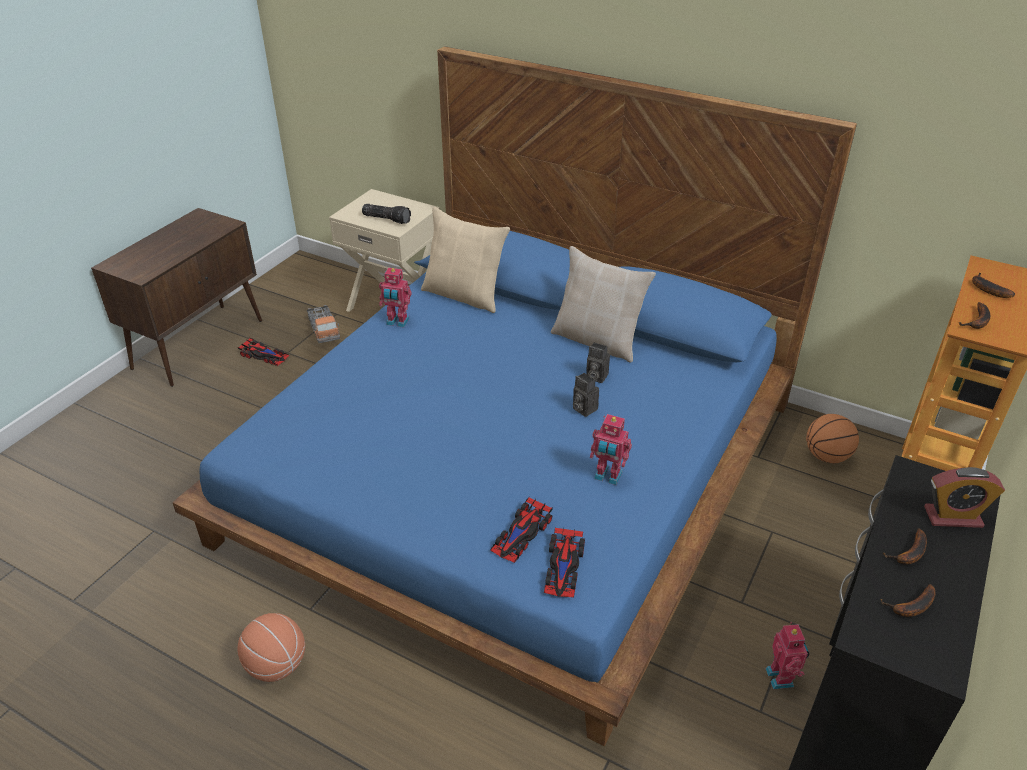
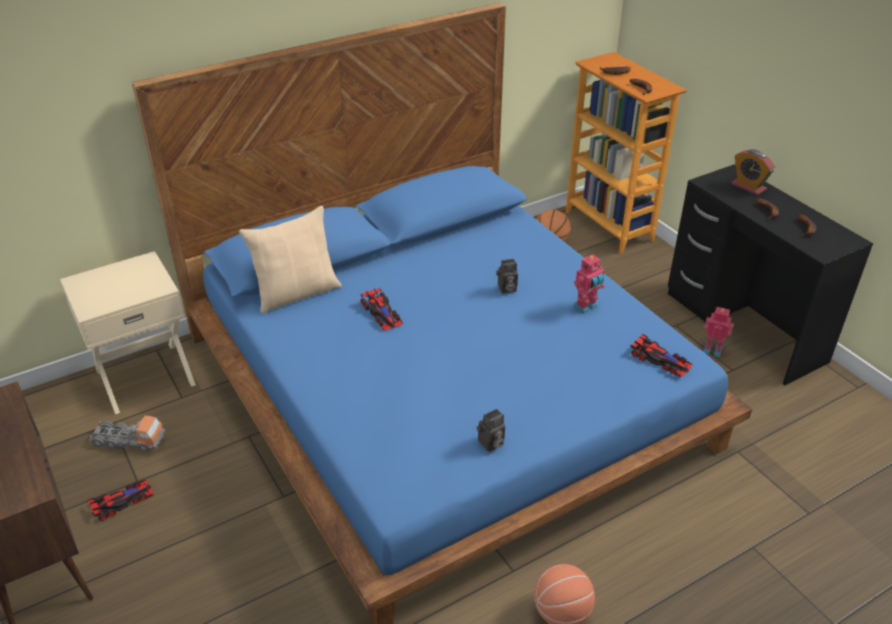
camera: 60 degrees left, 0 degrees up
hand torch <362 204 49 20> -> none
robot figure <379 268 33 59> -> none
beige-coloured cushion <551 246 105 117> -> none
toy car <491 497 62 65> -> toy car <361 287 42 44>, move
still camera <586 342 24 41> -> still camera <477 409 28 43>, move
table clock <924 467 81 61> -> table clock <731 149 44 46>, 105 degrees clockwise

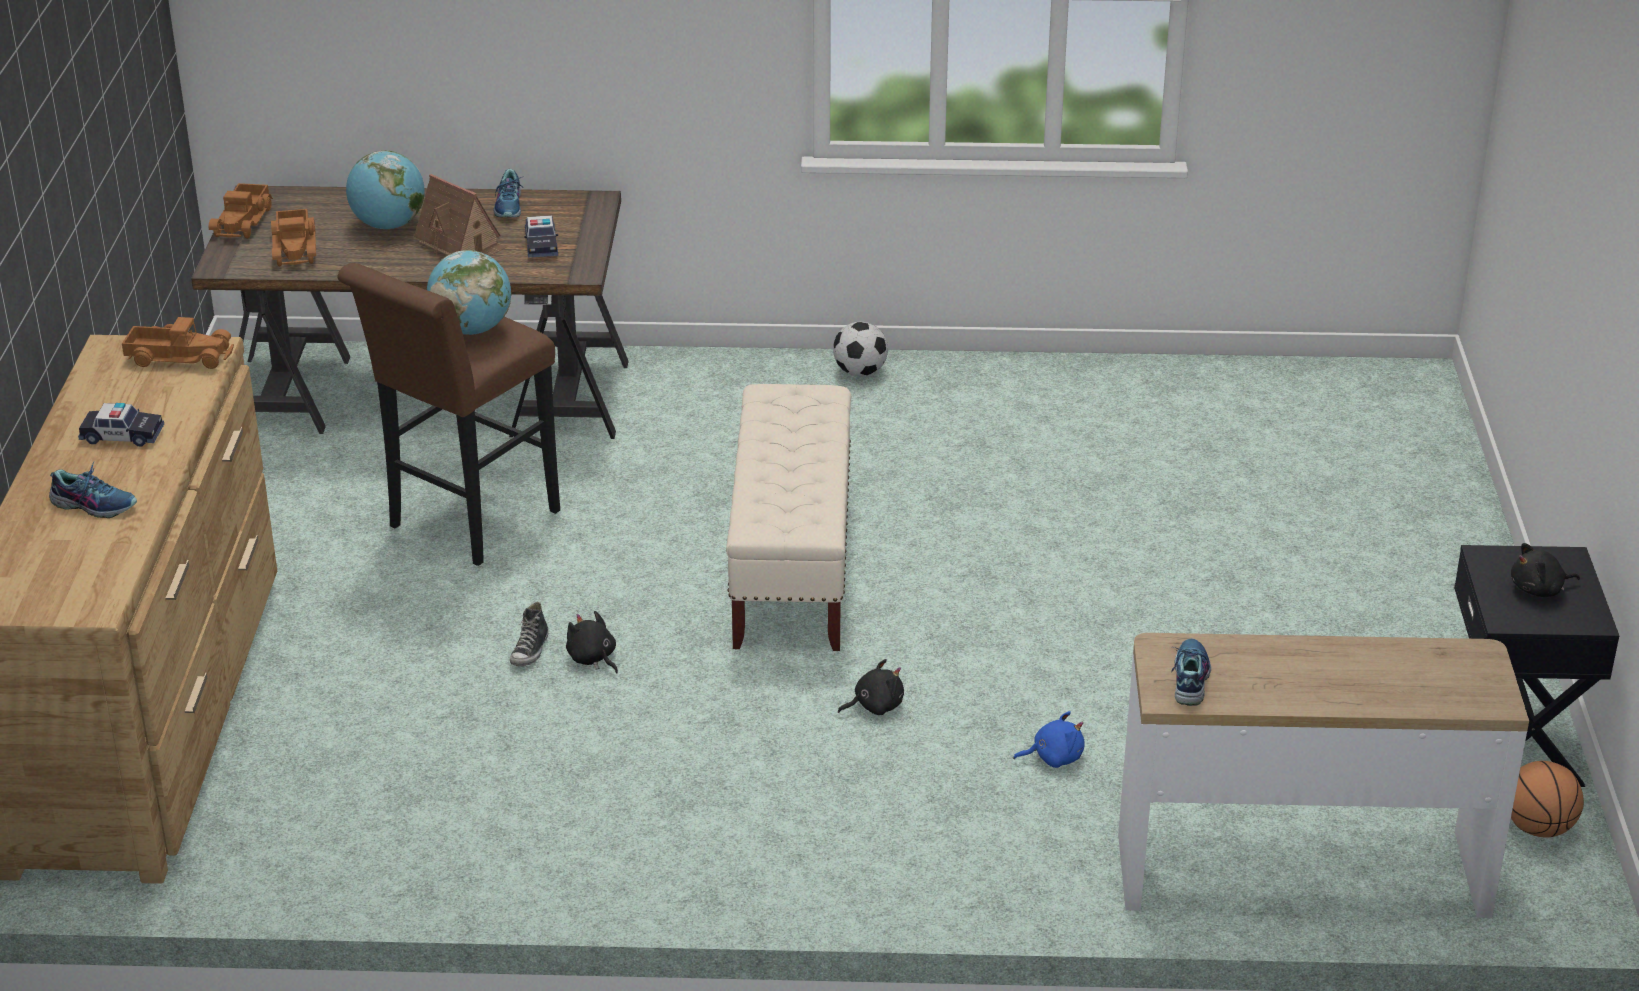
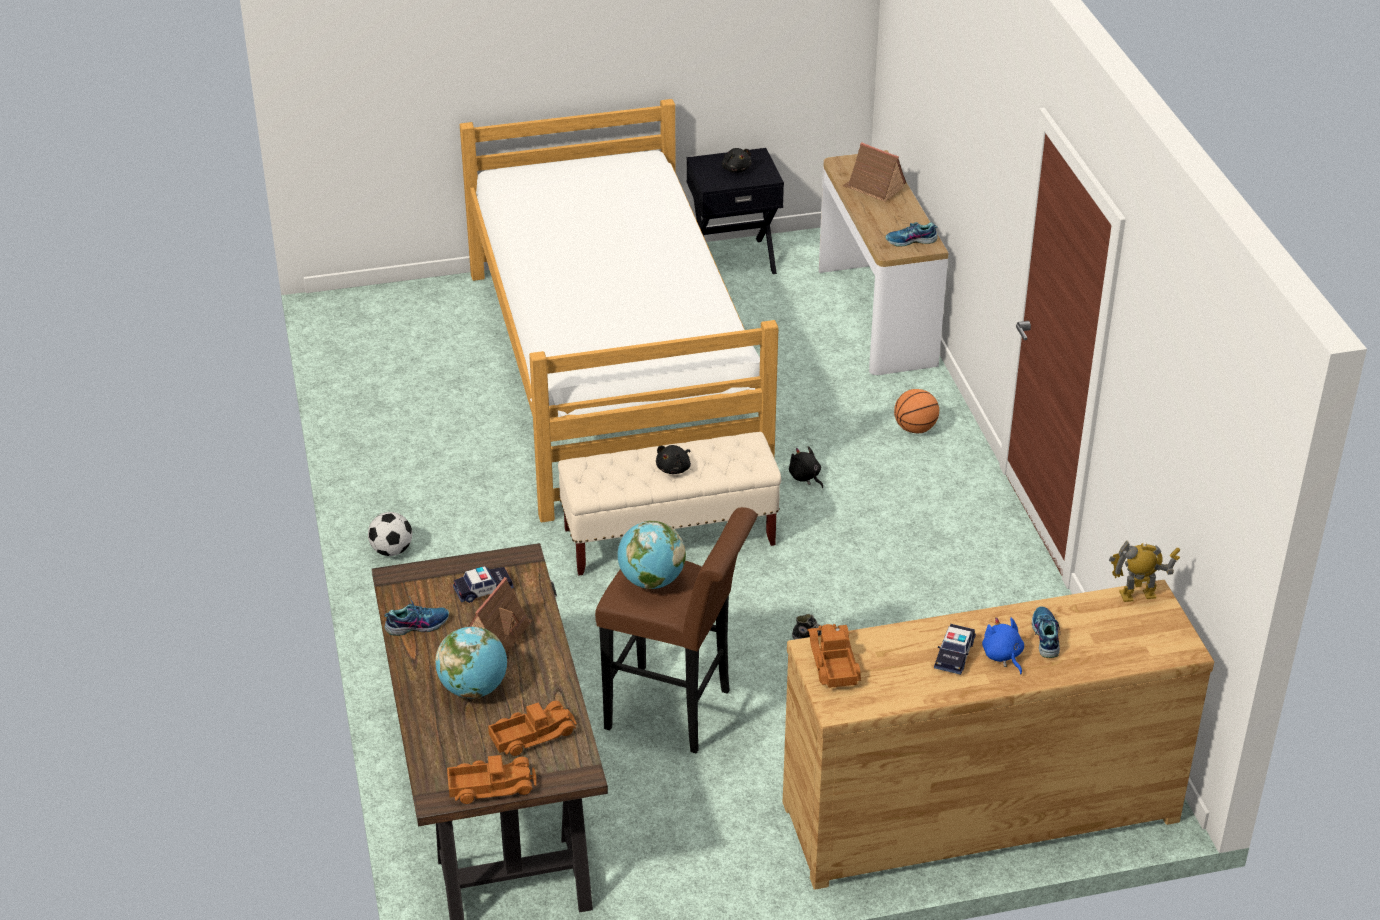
camera: 105 degrees left, 5 degrees up
none -> bedroom bed <460 99 318 424>
none -> toy house <843 142 63 60>
none -> robot figure <1109 540 71 62>
black plush toy <566 611 52 63> -> black plush toy <656 445 35 29>, move
blue-coloured plush toy <1013 711 72 57> -> blue-coloured plush toy <982 617 42 57>, move
ball for basketball <1511 761 73 77> -> ball for basketball <894 389 45 44>, move
toy car <78 403 86 43> -> toy car <934 624 42 51>, 150 degrees counterclockwise

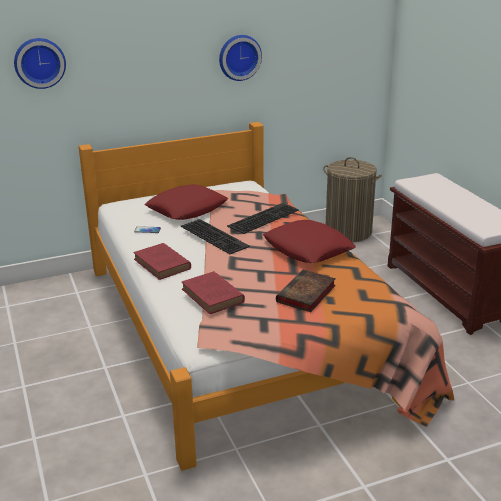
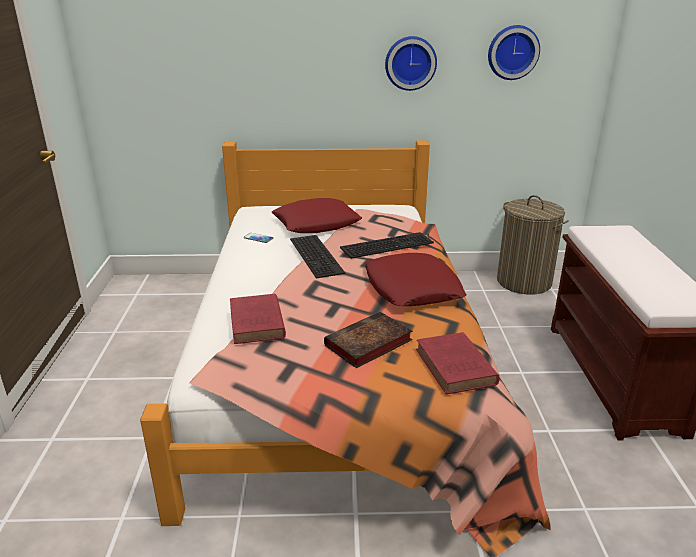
camera: 20 degrees right, 0 degrees up
wall clock <14 38 52 51> -> wall clock <488 25 52 55>, move
red-coloured book <133 243 58 37> -> red-coloured book <416 332 84 62>, move

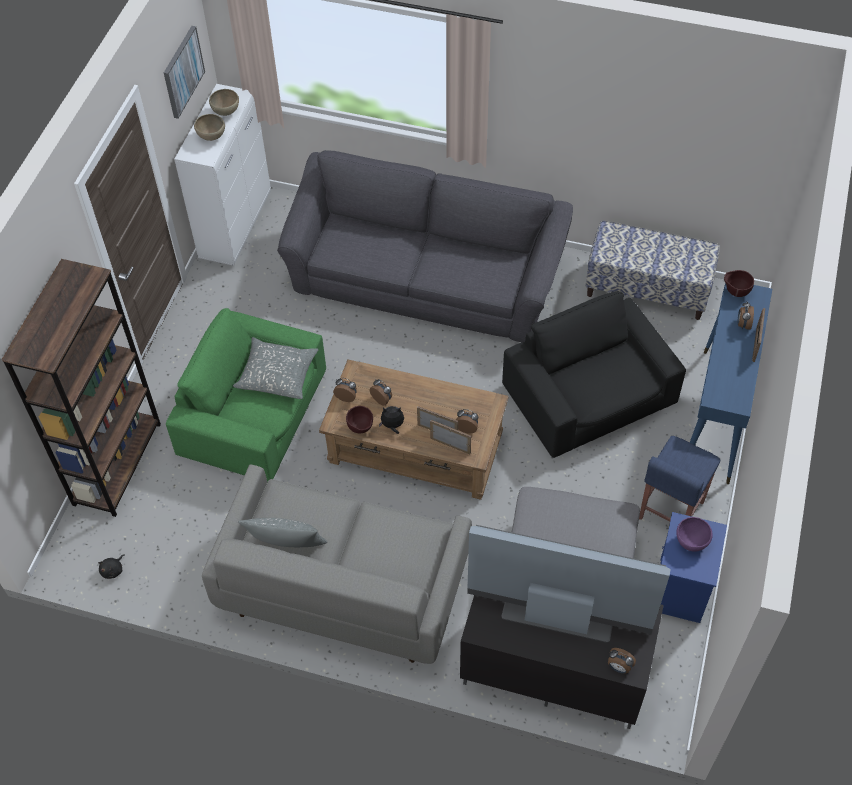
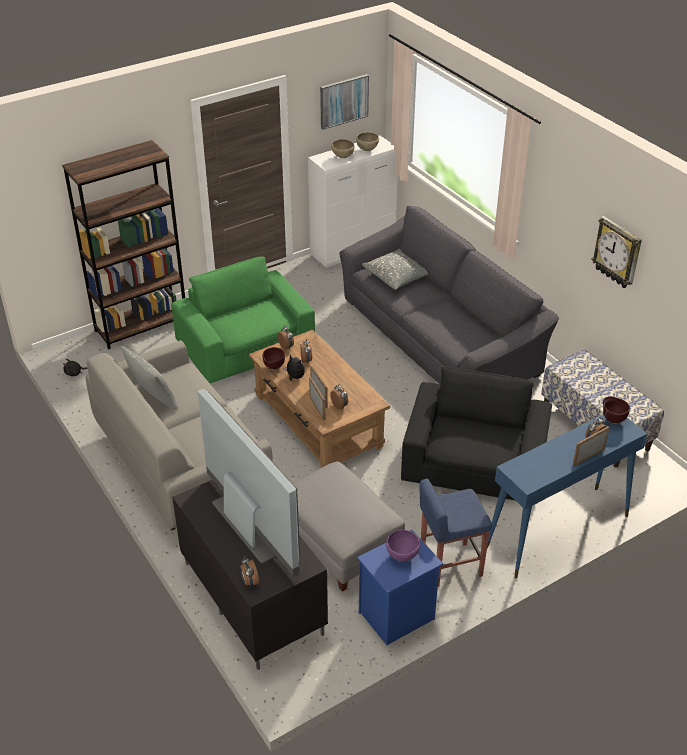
camera: 40 degrees right, 15 degrees down
none -> wall clock <591 216 51 72>
grey cushion <233 337 85 62> -> grey cushion <362 249 66 41>, move

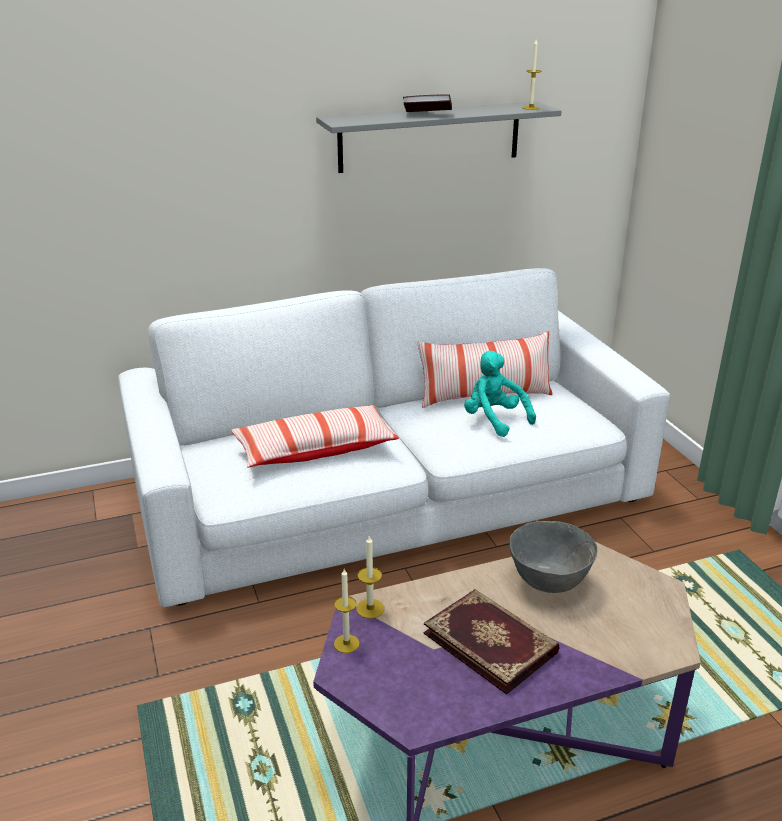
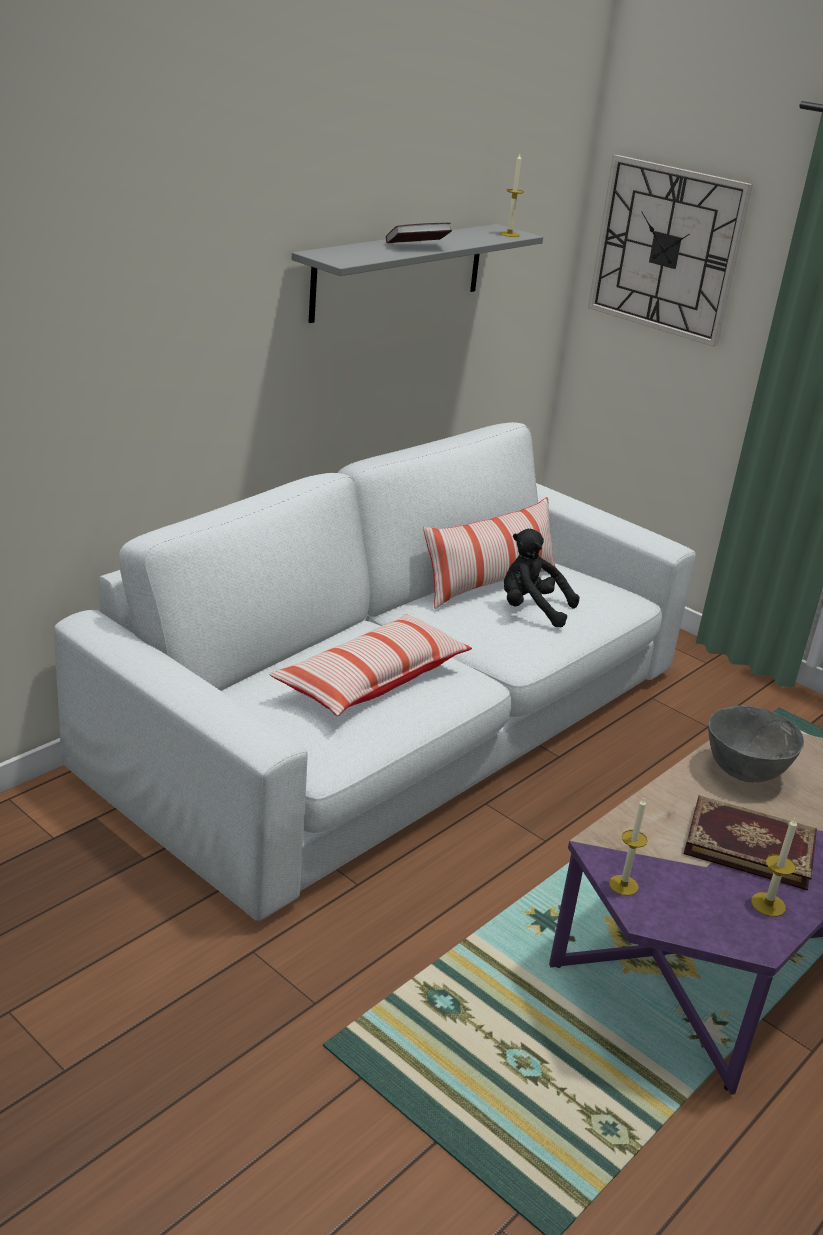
camera: 30 degrees left, 0 degrees up
none -> wall clock <588 155 165 192>
candle <356 536 28 82> -> candle <751 817 46 100>, move
turquoise-coloured plush toy <464 351 72 86> -> black plush toy <504 529 76 99>

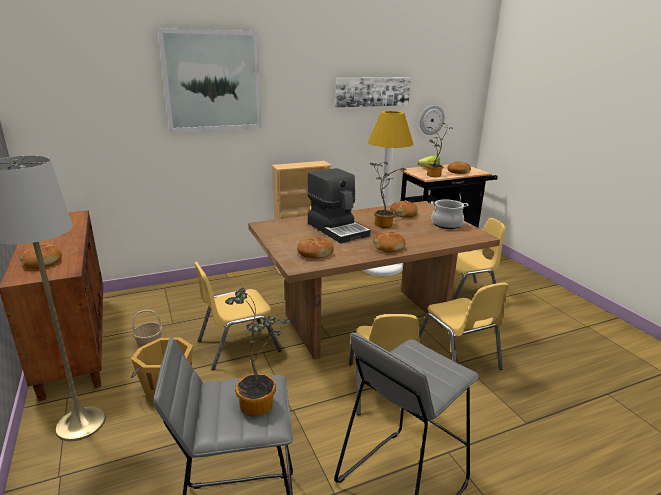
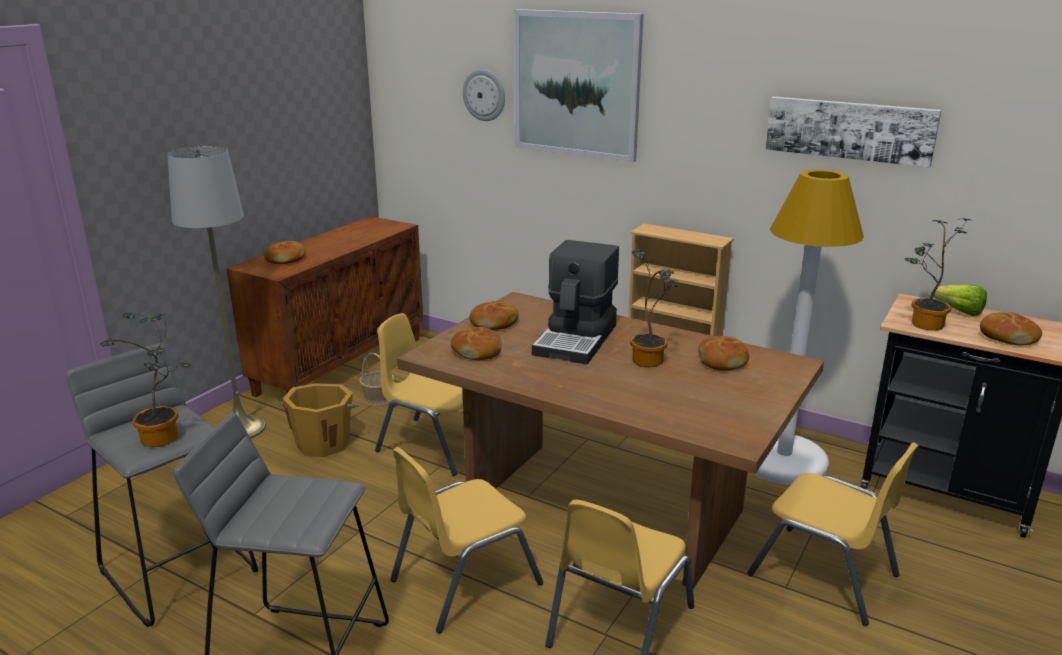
camera: 55 degrees right, 0 degrees up
cooking pot <431 199 38 30> -> none
bakery bread <373 231 33 21> -> bakery bread <469 301 50 29>, move
wall clock <420 105 25 30> -> wall clock <463 69 42 52>, move

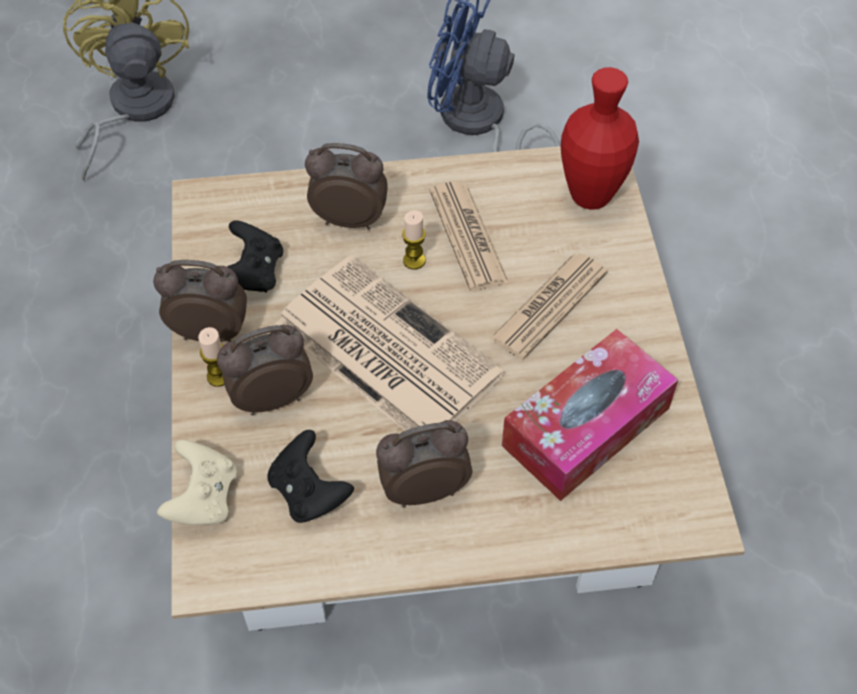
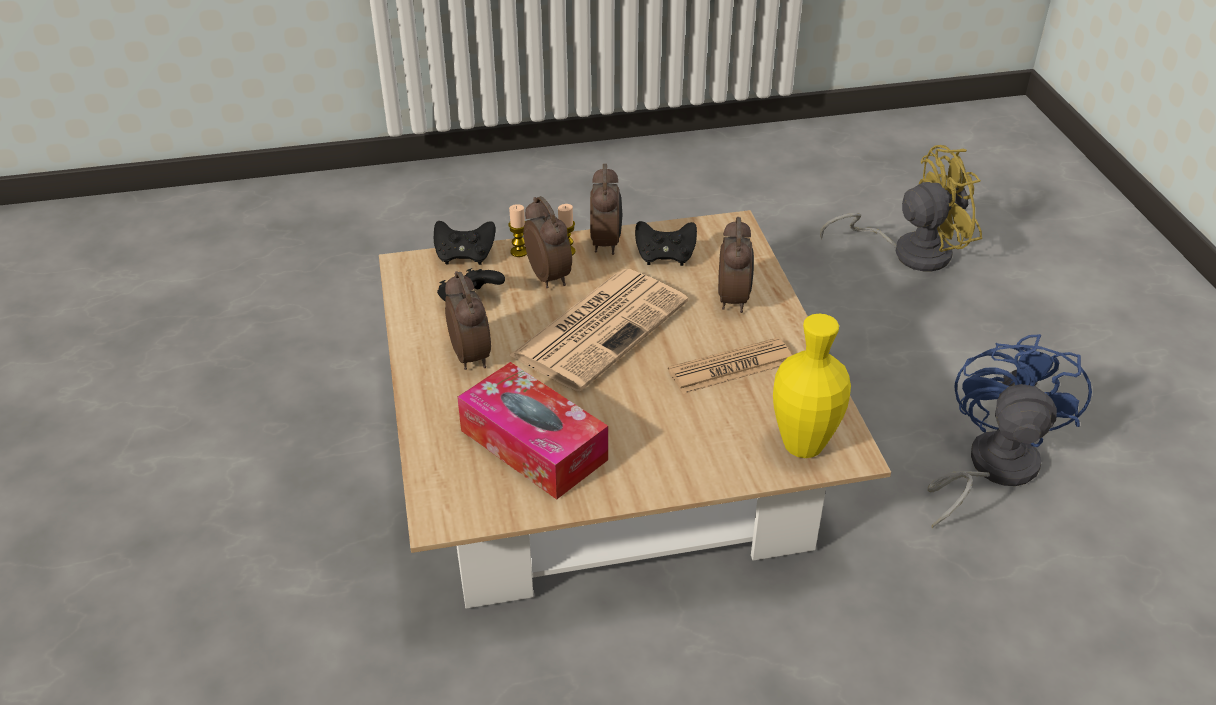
camera: 85 degrees right, 15 degrees down
newspaper <489 253 119 107> -> none
candle <402 210 24 60> -> candle <508 204 19 53>, move
beige-coloured gamepad <157 440 80 85> -> black gamepad <434 221 61 44>
red-coloured decorative vase <561 67 78 143> -> yellowish decorative vase <773 314 78 144>

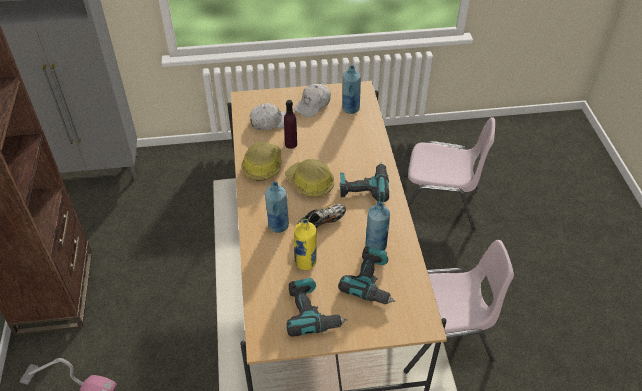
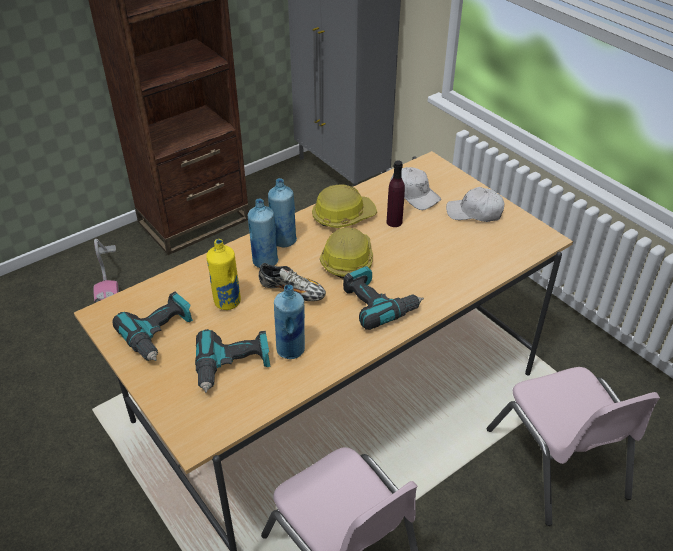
camera: 60 degrees right, 5 degrees down
blue-coloured beverage bottle <342 65 19 49> -> blue-coloured beverage bottle <268 178 29 69>, move

